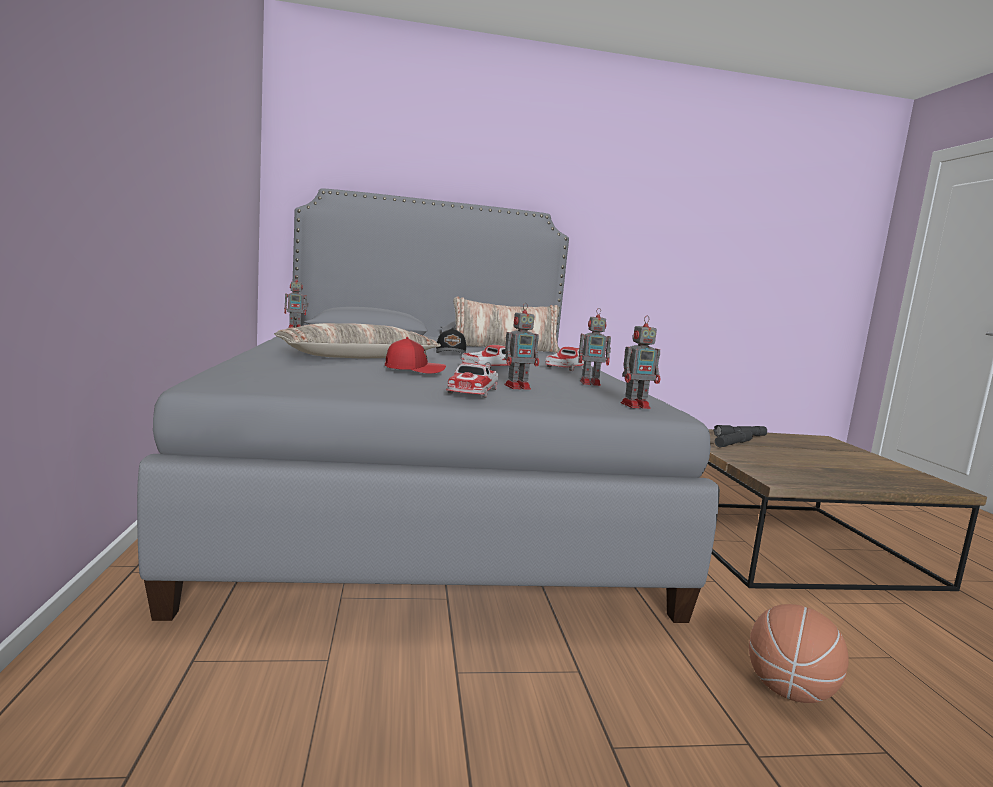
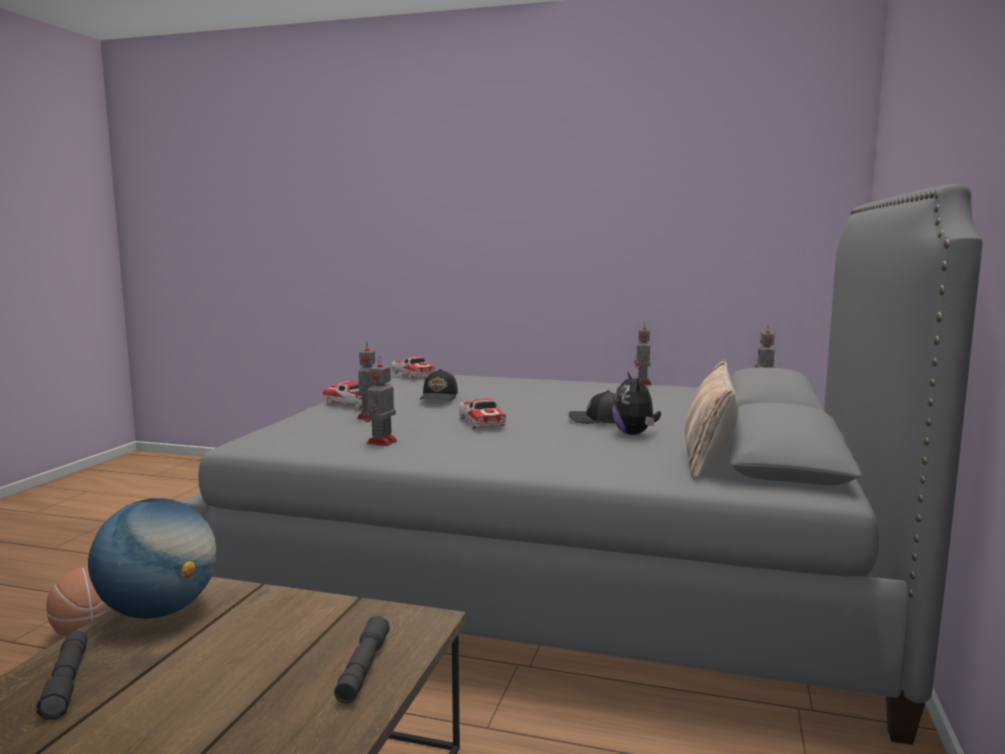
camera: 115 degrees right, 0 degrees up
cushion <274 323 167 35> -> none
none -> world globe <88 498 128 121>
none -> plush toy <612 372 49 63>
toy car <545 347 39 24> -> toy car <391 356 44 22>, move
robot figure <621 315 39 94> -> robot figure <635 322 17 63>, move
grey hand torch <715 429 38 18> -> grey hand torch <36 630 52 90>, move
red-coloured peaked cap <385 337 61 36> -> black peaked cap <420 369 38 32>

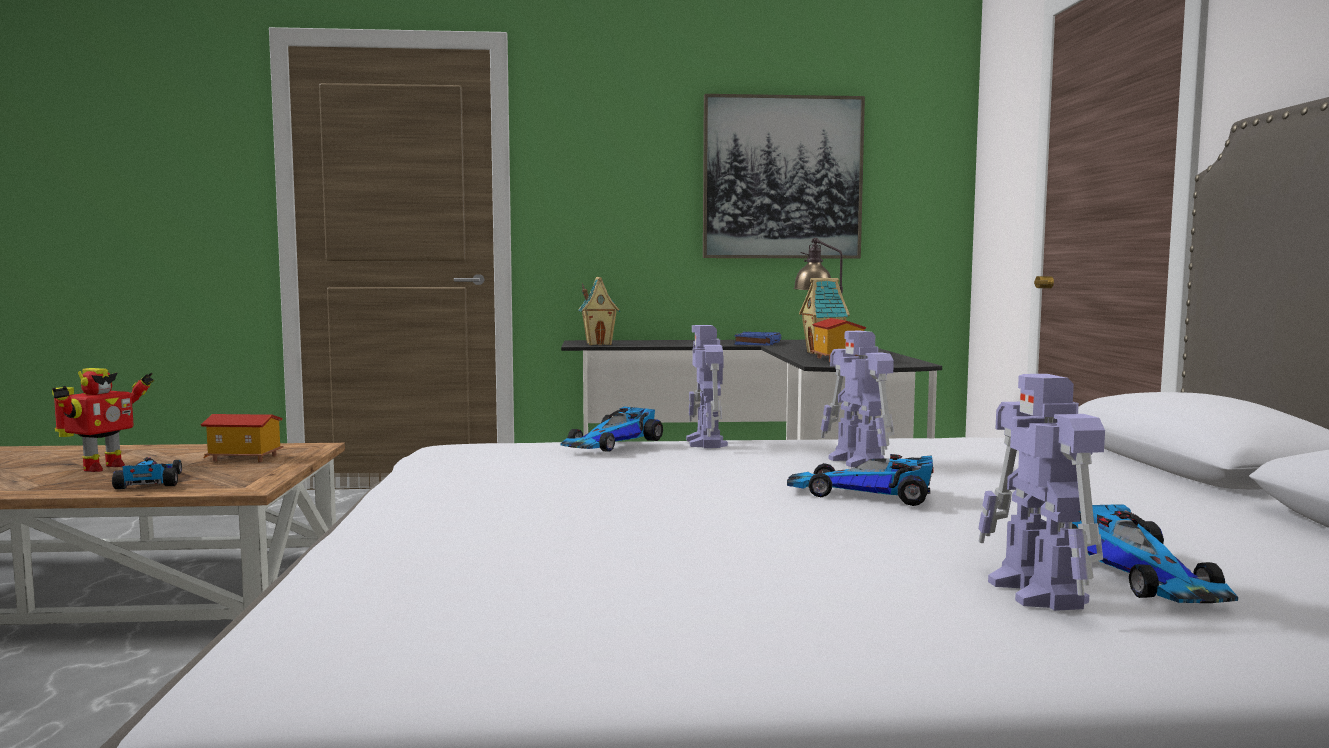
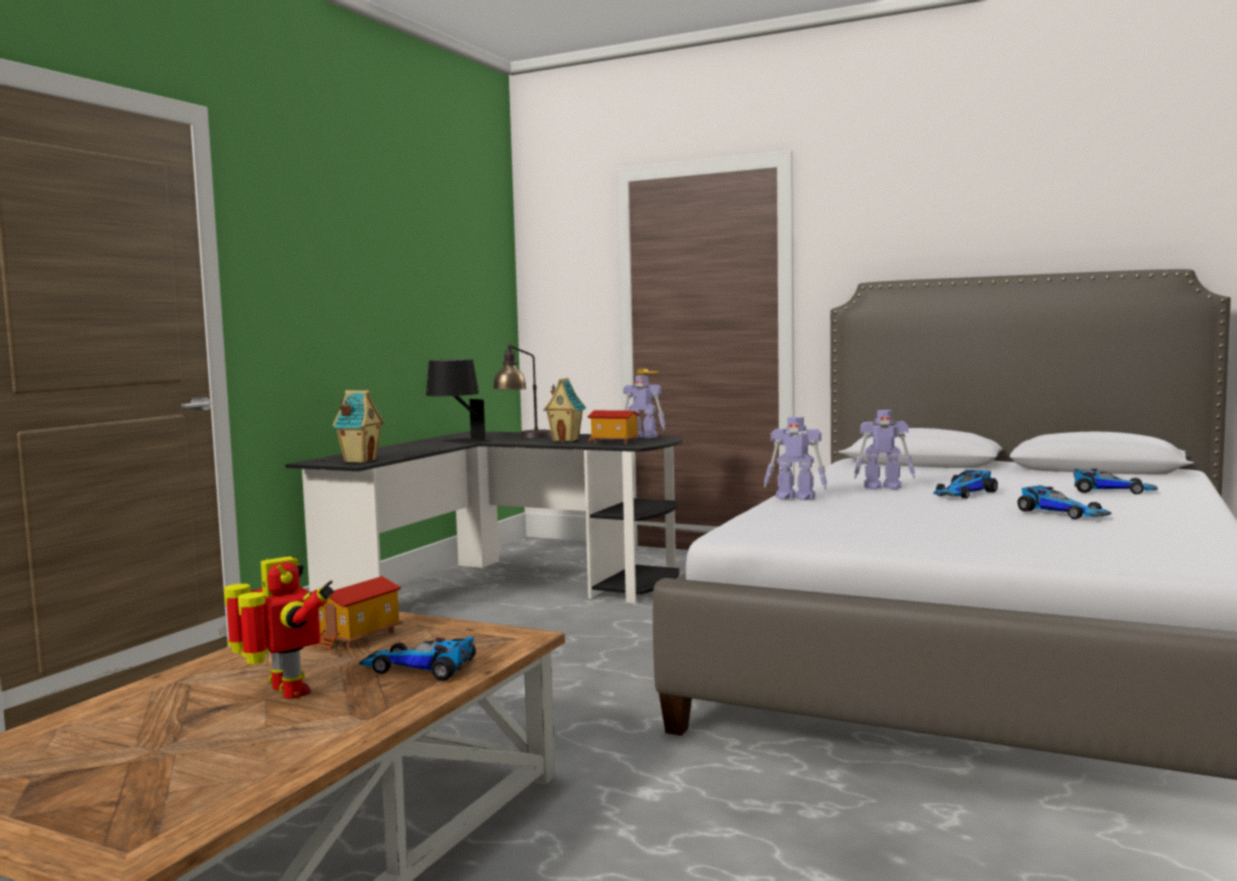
camera: 60 degrees left, 0 degrees up
wall art <703 94 162 165> -> none
toy car <560 407 103 45> -> toy car <1017 485 95 34>, move
robot figure <978 374 127 237> -> robot figure <623 376 42 62>, move
blue-coloured book <734 331 47 14> -> black tabletop lamp <426 359 64 85>

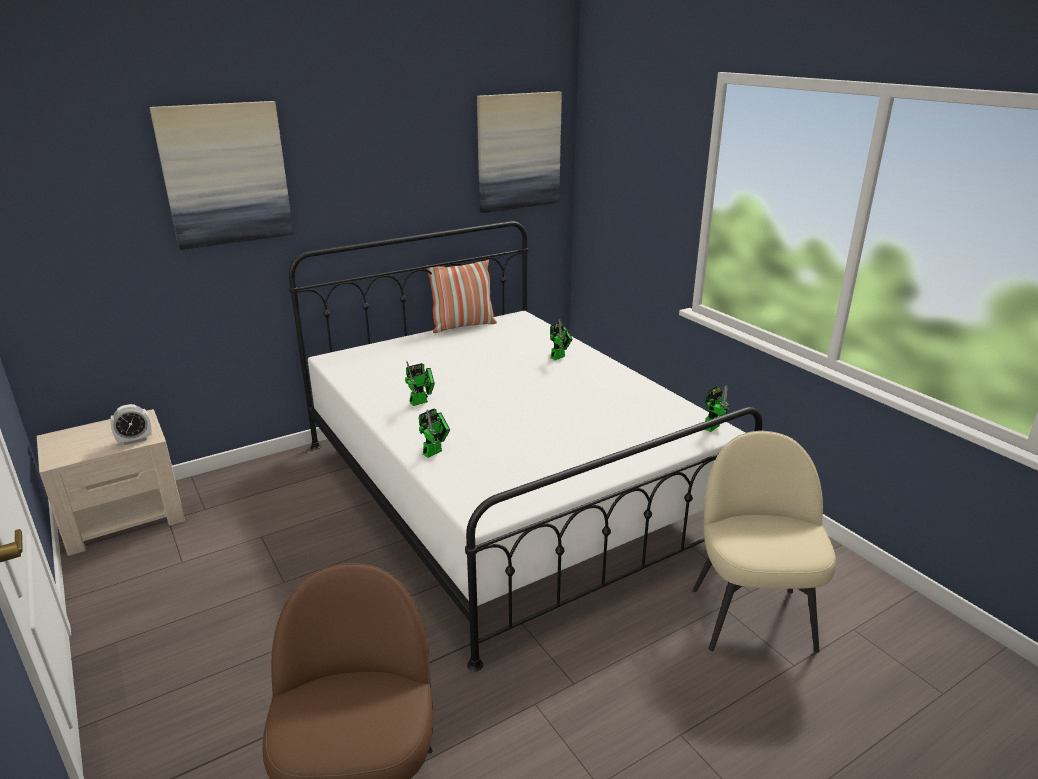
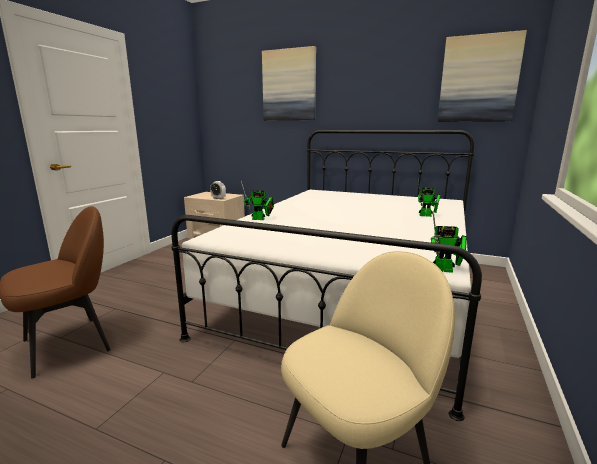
camera: 55 degrees right, 10 degrees down
robot figure <405 362 30 44> -> none
cushion <426 260 71 73> -> none

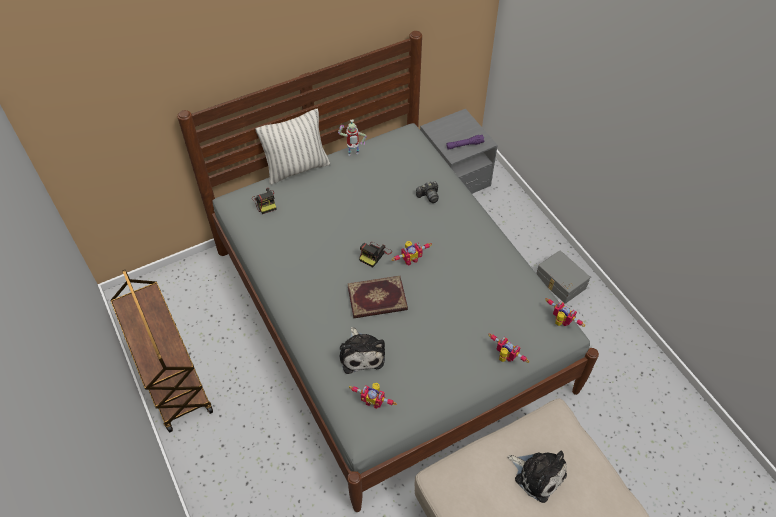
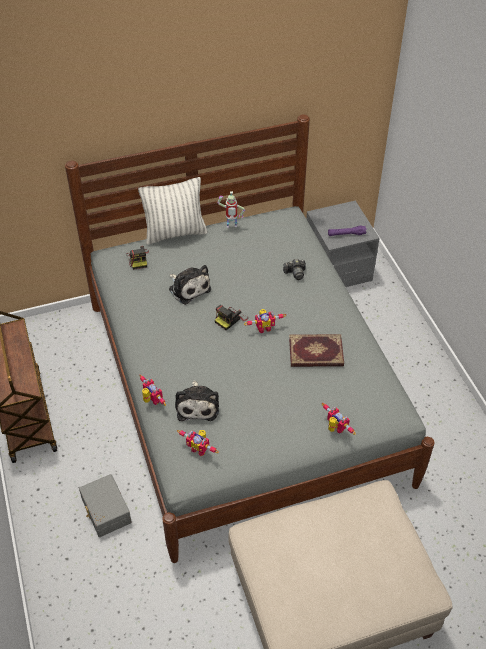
camera: 10 degrees right, 5 degrees down
book <347 276 61 42> -> book <289 334 55 33>, move
plush toy <508 451 59 52> -> plush toy <169 265 42 40>, move
grey storage box <536 250 54 54> -> grey storage box <79 474 53 63>, move
robot figure <545 298 40 29> -> robot figure <140 375 26 31>, move

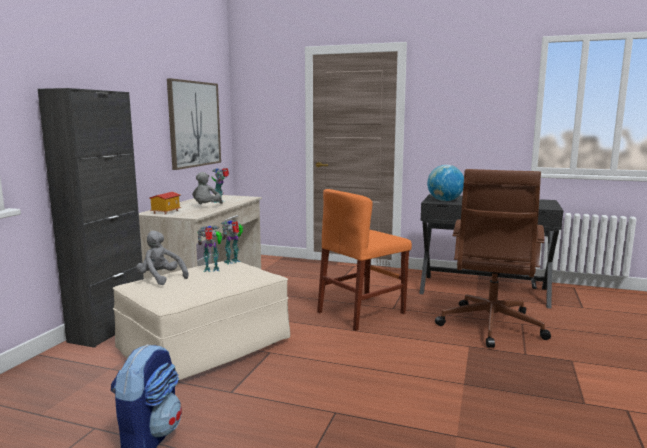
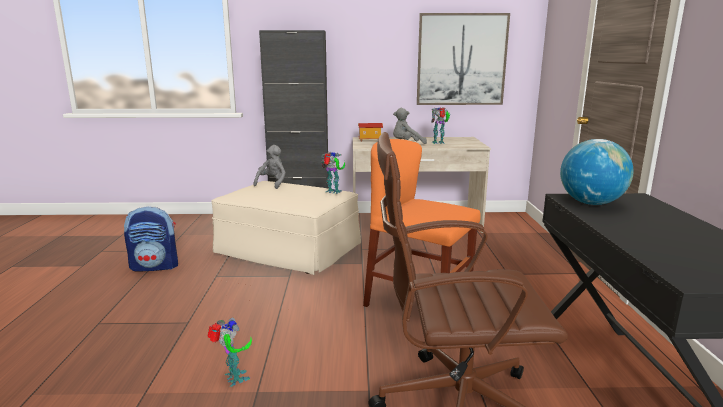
camera: 70 degrees right, 5 degrees up
robot figure <197 226 25 46> -> robot figure <207 317 45 70>, move

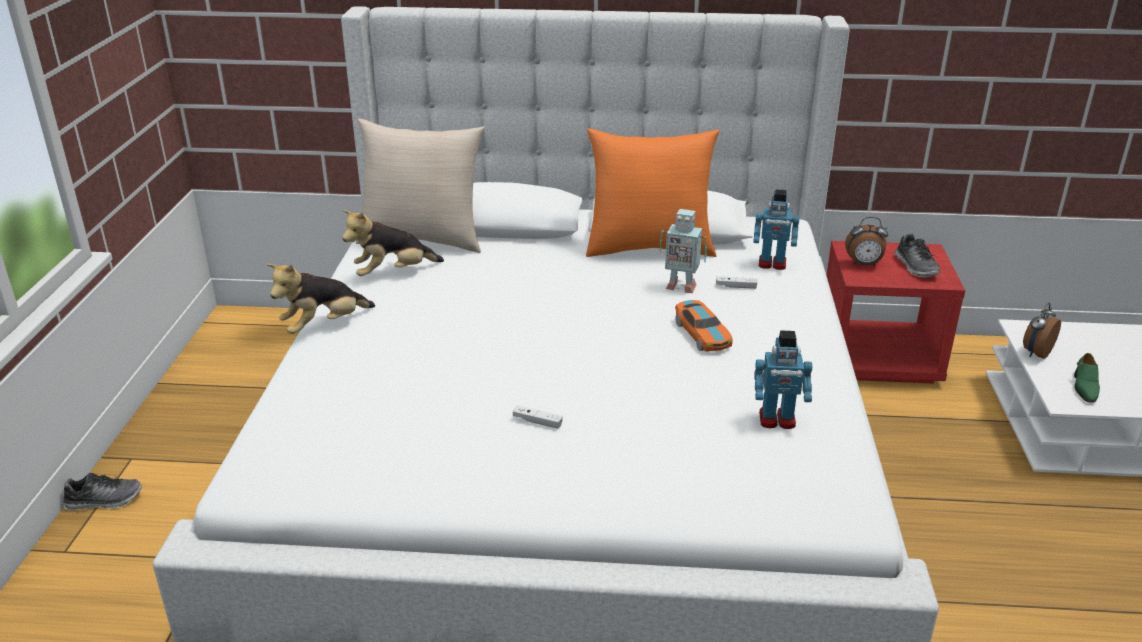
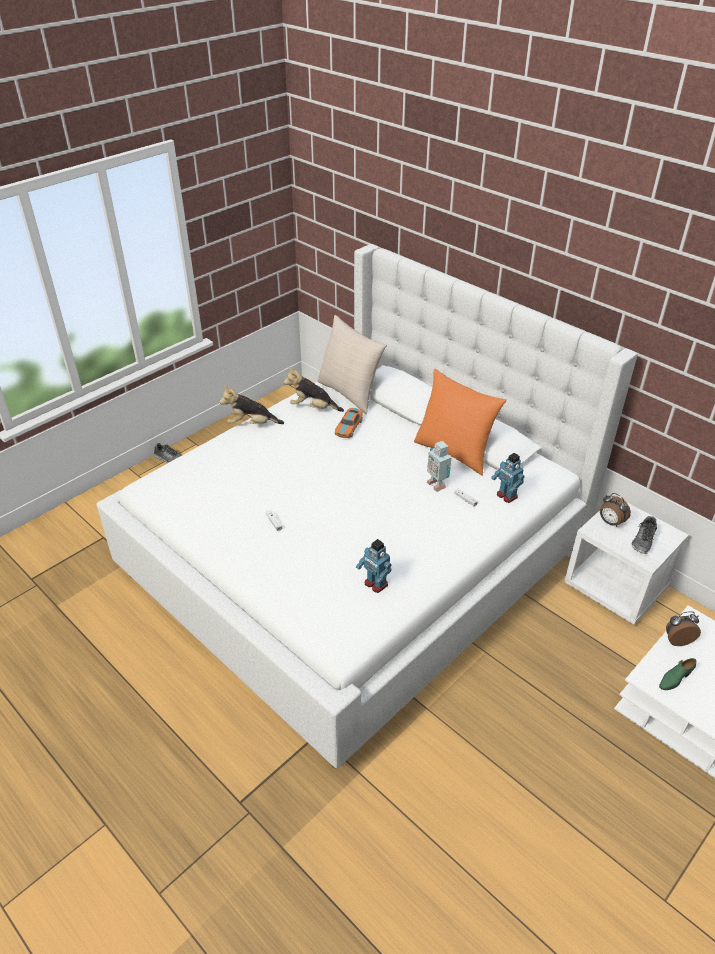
camera: 40 degrees right, 10 degrees up
toy car <675 300 57 52> -> toy car <335 408 28 30>, move
red-coloured bedside table <826 241 140 143> -> whitish bedside table <564 501 125 124>

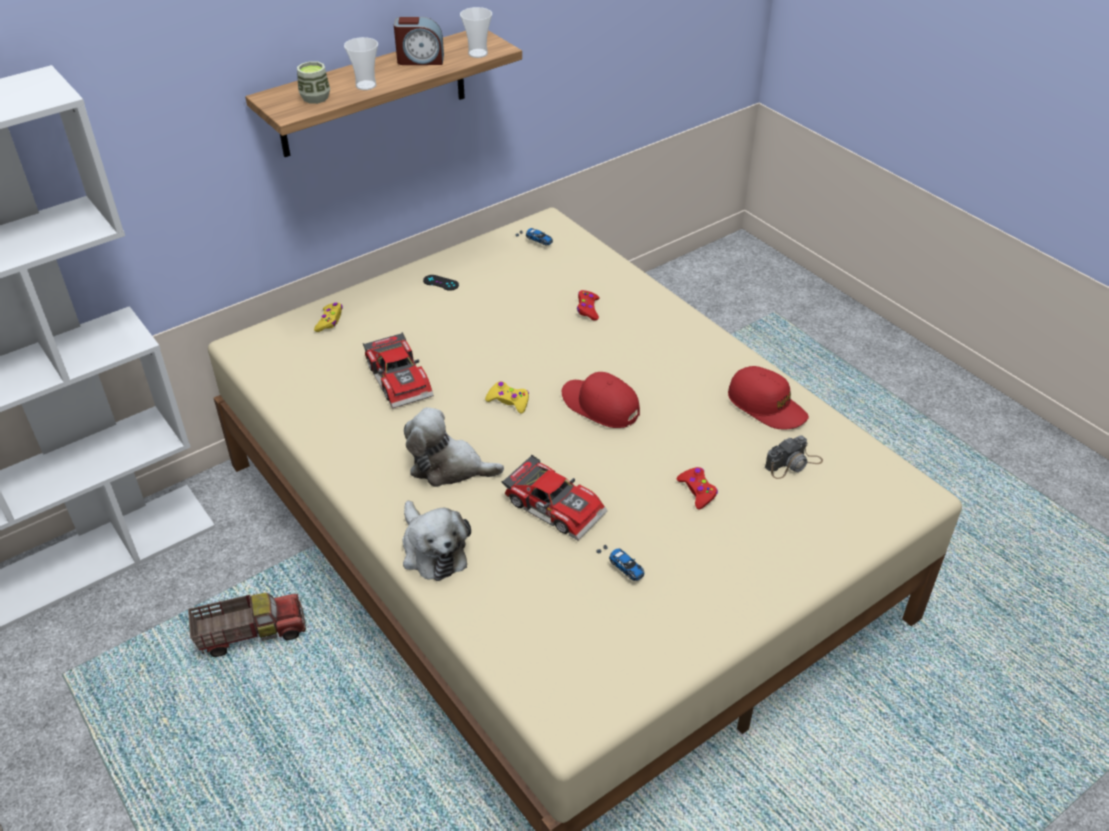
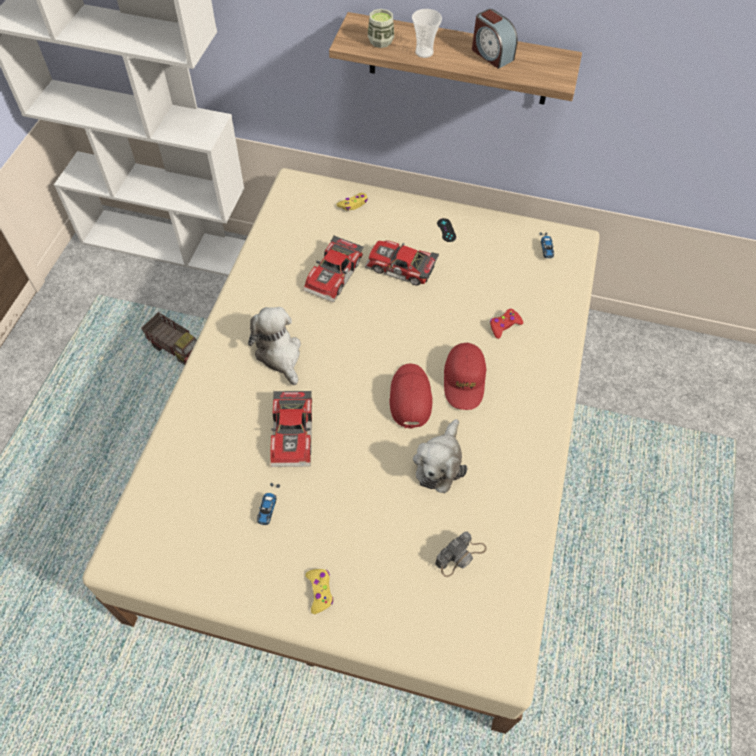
camera: 50 degrees right, 15 degrees up
cup <460 7 32 51> -> none
red-coloured gamepad <677 467 41 43> -> none
none -> toy car <364 240 75 46>
plush toy <403 501 68 80> -> plush toy <413 419 54 74>, move
yellowish gamepad <485 381 44 33> -> yellowish gamepad <305 569 28 45>, move
red-coloured peaked cap <728 366 81 64> -> red-coloured peaked cap <444 343 42 67>, move
still camera <765 435 58 44> -> still camera <435 531 52 46>, 60 degrees counterclockwise

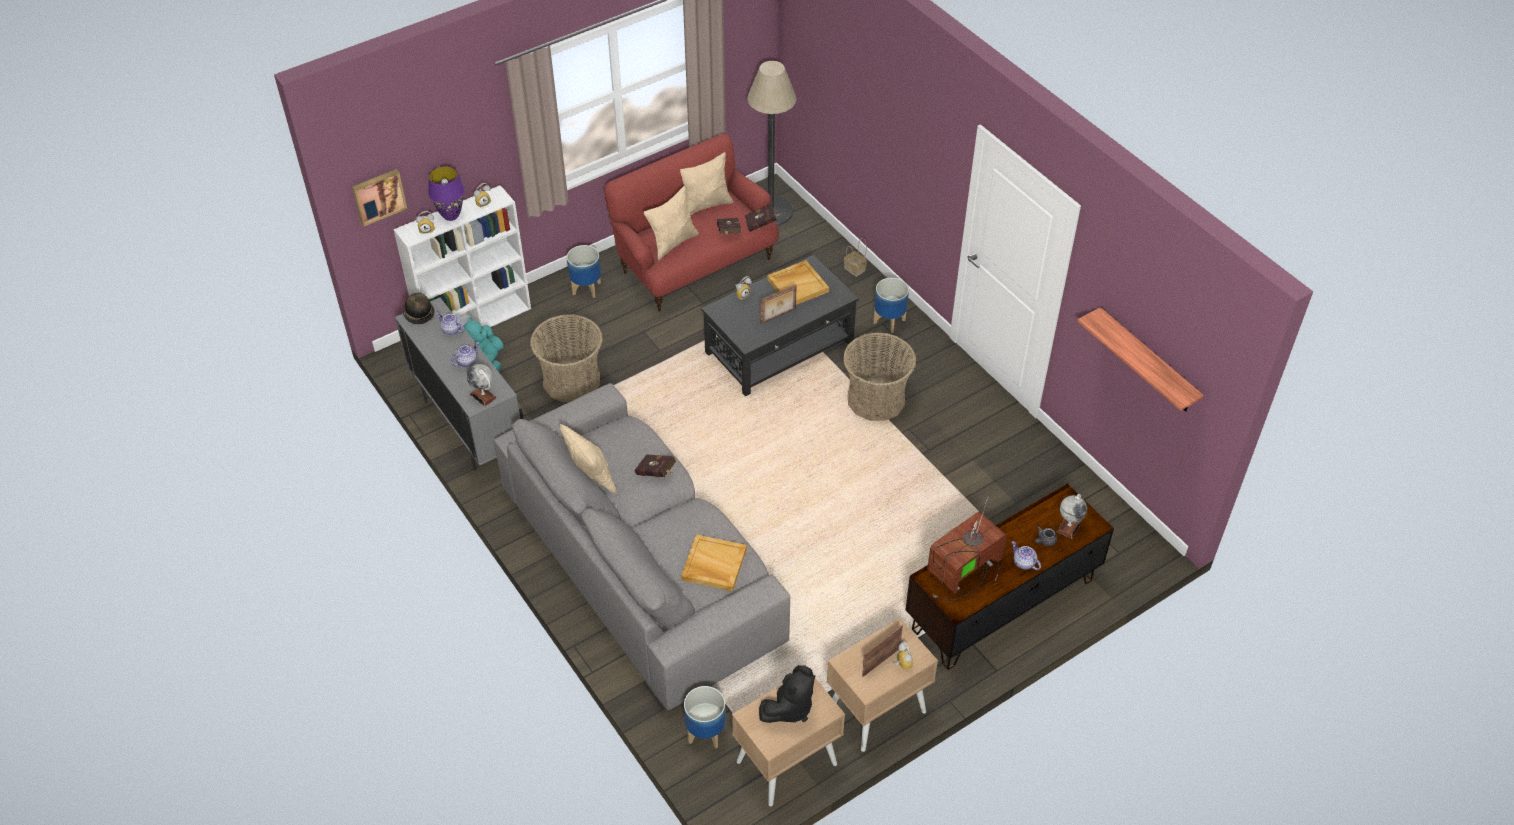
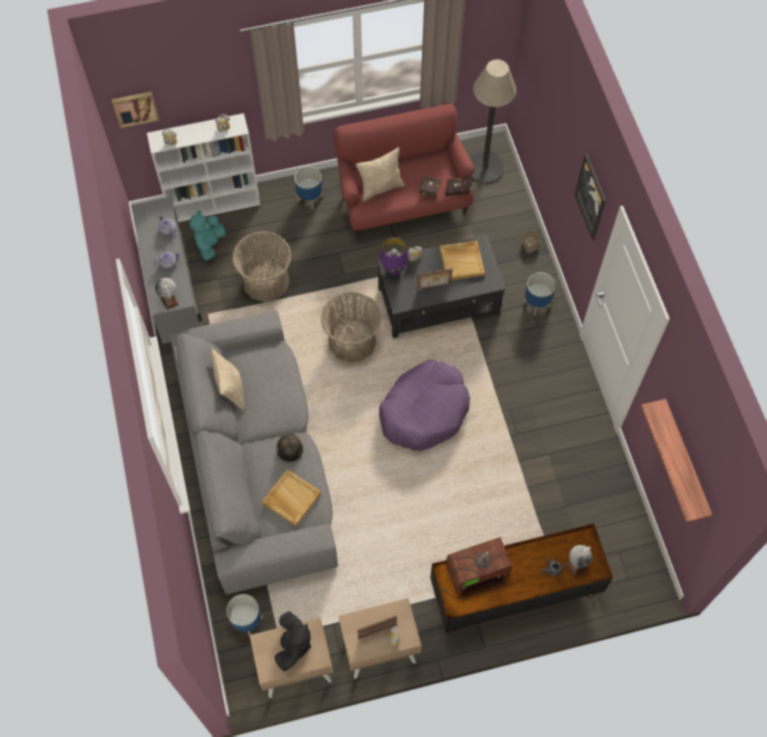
camera: 20 degrees right, 15 degrees up
red-coloured book <635 454 41 23> -> none
beige-coloured cushion <680 152 53 64> -> none
teapot <1012 541 29 29> -> none
none -> purple dog cushion <379 359 91 92>
none -> wall art <574 153 32 88>
clothing hat <403 293 32 31> -> clothing hat <276 434 27 28>, move
purple tabletop lamp <428 166 37 55> -> purple tabletop lamp <379 237 30 39>, move
basket <843 332 73 89> -> basket <321 292 61 71>, move
black plush toy <759 665 56 58> -> black plush toy <274 611 37 60>, 60 degrees counterclockwise

